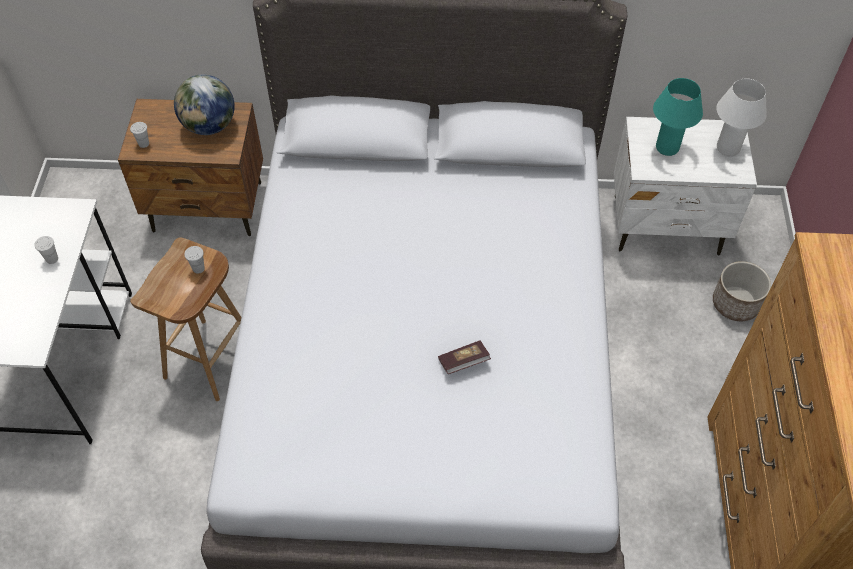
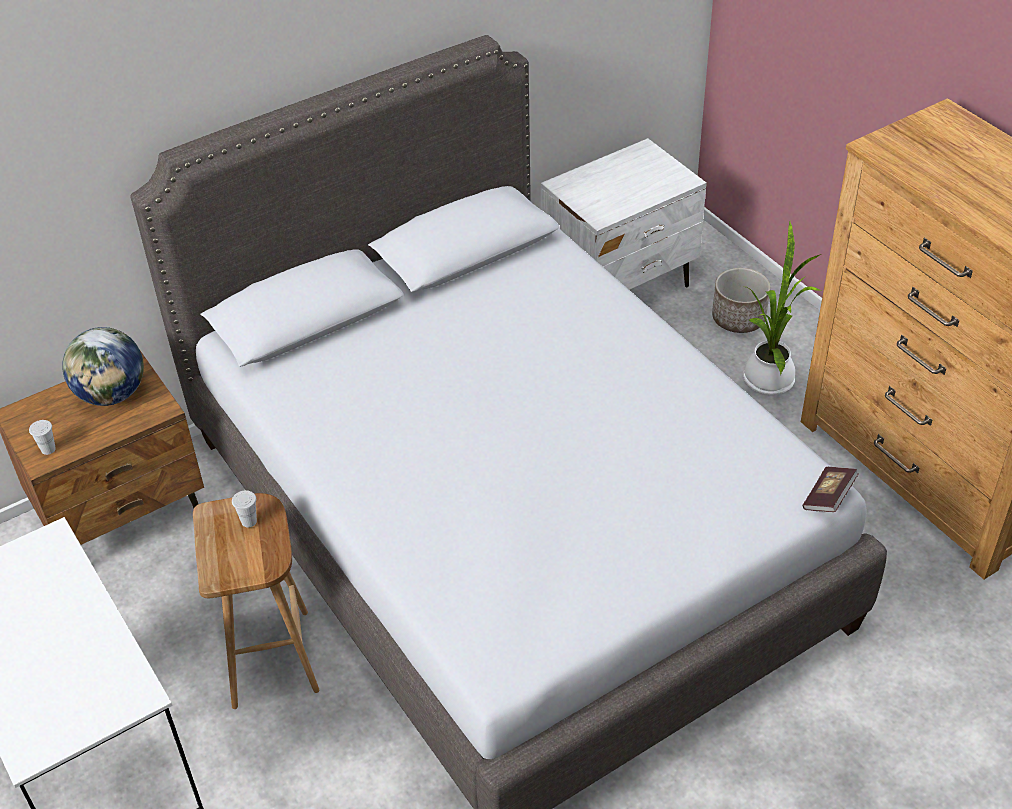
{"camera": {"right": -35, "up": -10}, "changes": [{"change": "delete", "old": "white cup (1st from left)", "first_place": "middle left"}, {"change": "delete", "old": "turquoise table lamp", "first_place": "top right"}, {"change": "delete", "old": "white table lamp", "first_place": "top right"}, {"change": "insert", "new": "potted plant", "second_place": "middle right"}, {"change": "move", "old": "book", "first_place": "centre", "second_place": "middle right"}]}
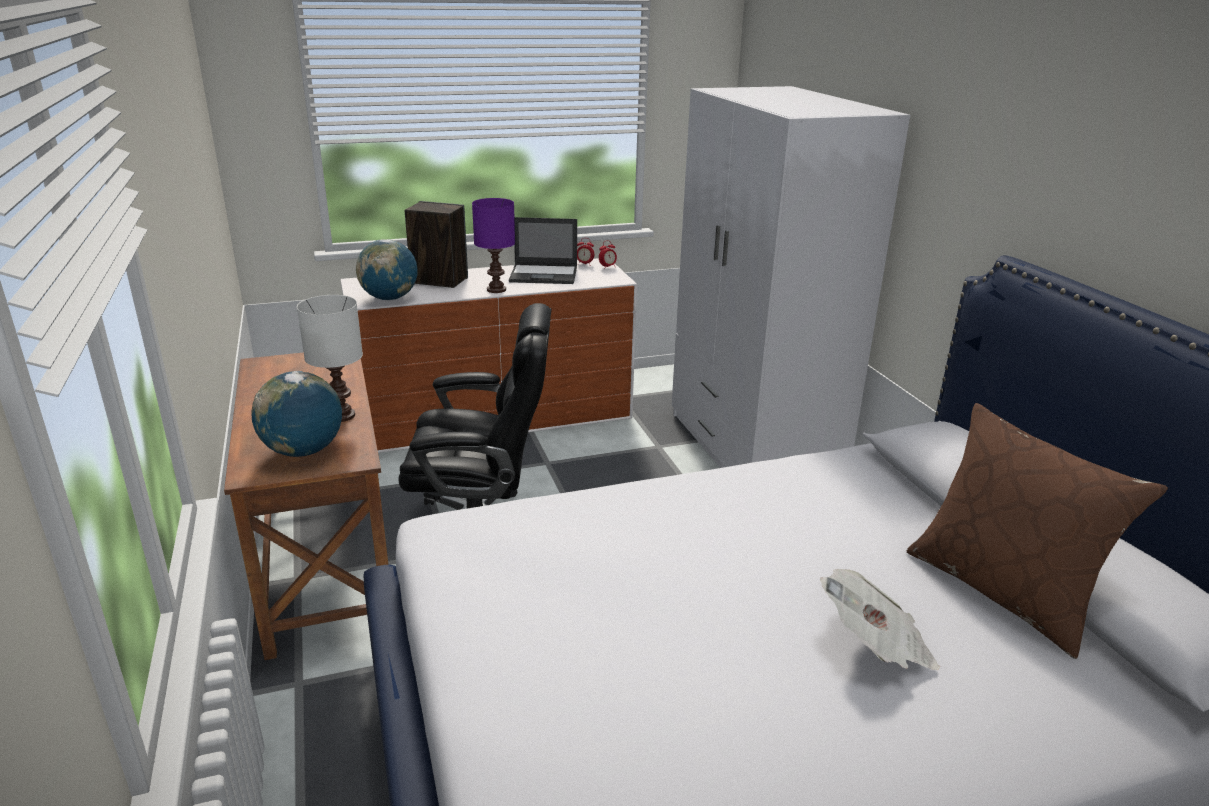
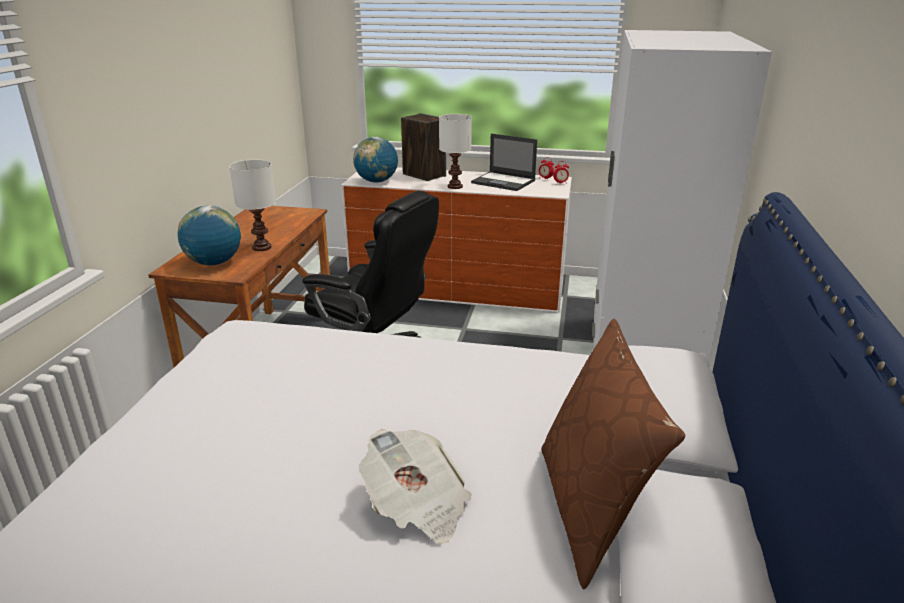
{"camera": {"right": 30, "up": 0}, "changes": [{"change": "recolor", "old": "purple table lamp", "new": "white table lamp (2nd from left)", "first_place": "top centre", "second_place": "top centre"}]}
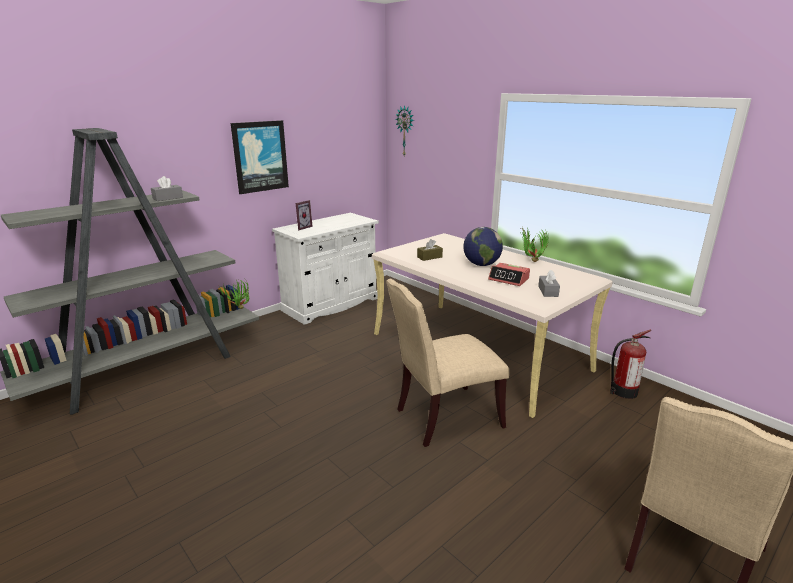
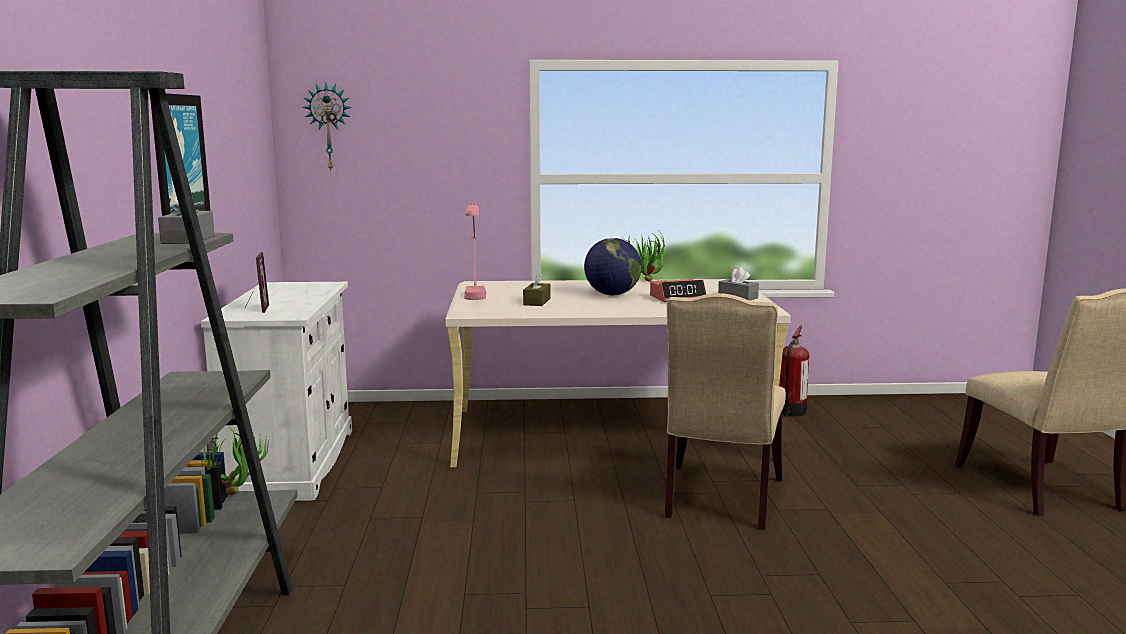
{"camera": {"right": -50, "up": -10}, "changes": [{"change": "insert", "new": "pink table lamp", "second_place": "centre"}]}
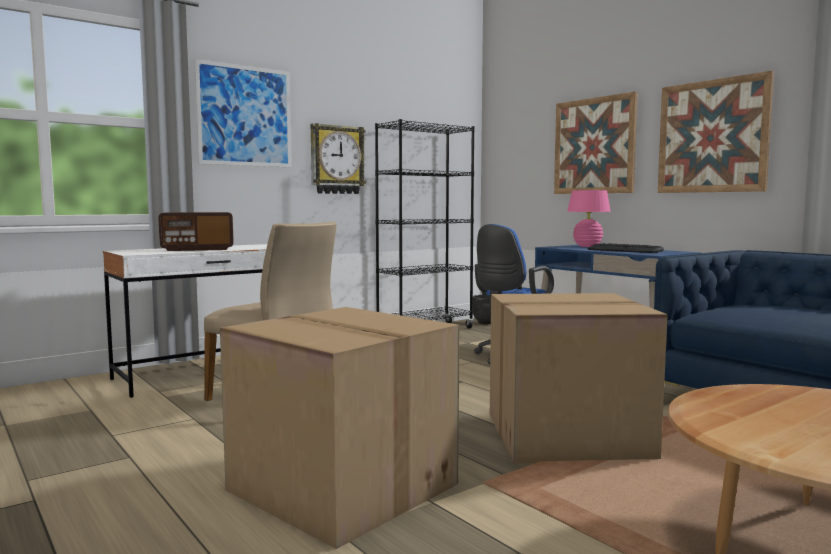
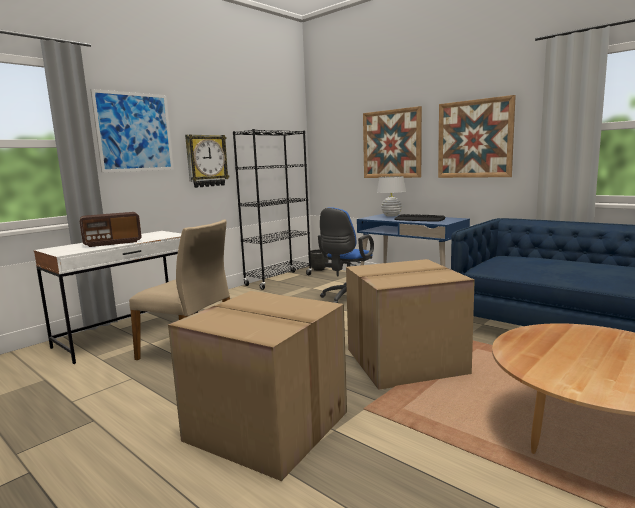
{"camera": {"right": -10, "up": 5}, "changes": [{"change": "recolor", "old": "pink table lamp", "new": "white table lamp", "first_place": "middle right", "second_place": "centre"}]}
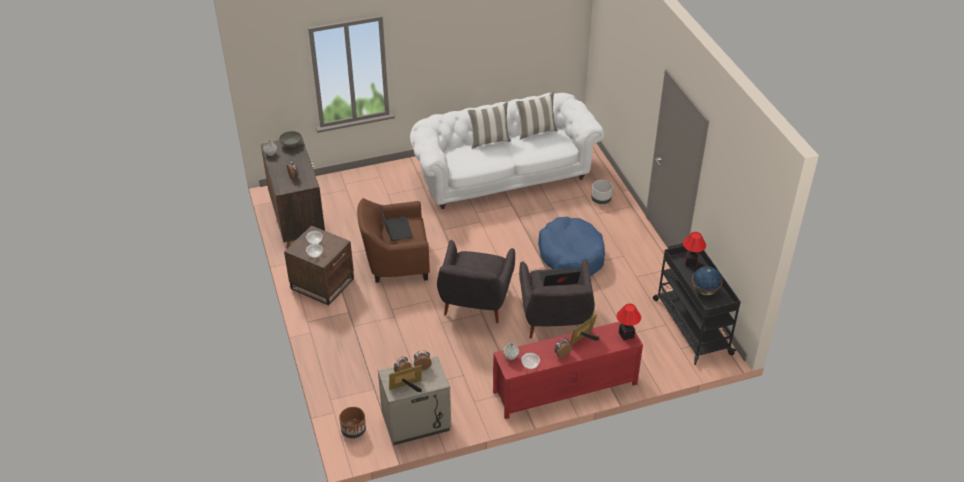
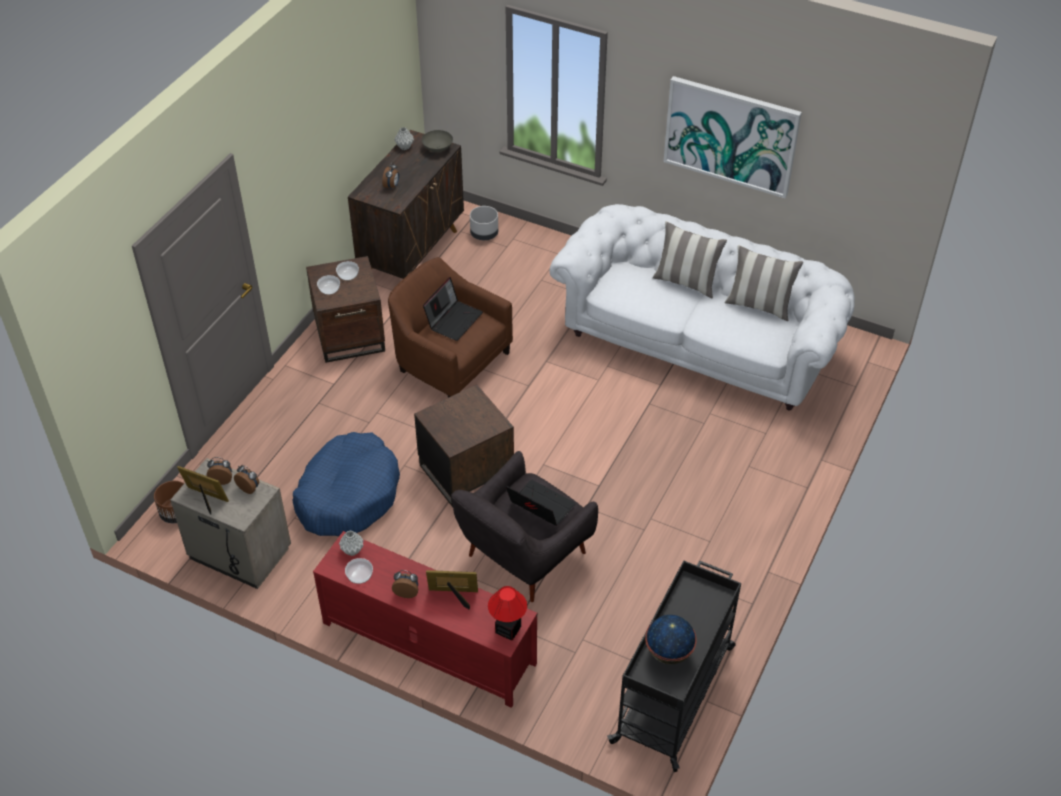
{"camera": {"right": 45, "up": 5}, "changes": [{"change": "delete", "old": "table lamp (2nd from left)", "first_place": "middle right"}, {"change": "insert", "new": "picture", "second_place": "top right"}, {"change": "move", "old": "blue dog bed", "first_place": "centre", "second_place": "middle left"}, {"change": "move", "old": "grey planter", "first_place": "centre", "second_place": "top centre"}, {"change": "replace", "old": "grey armchair (1st from left)", "new": "brown side table (2nd from left)", "first_place": "centre", "second_place": "centre"}]}
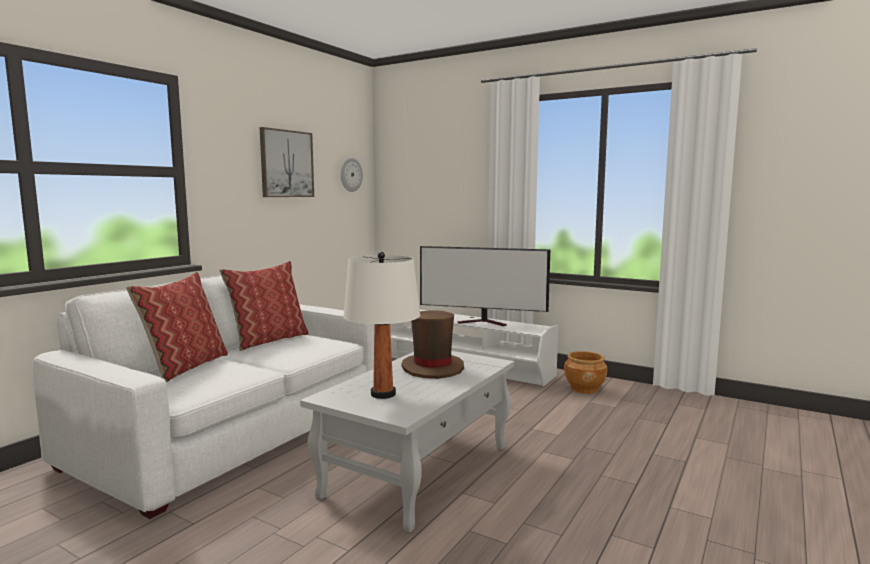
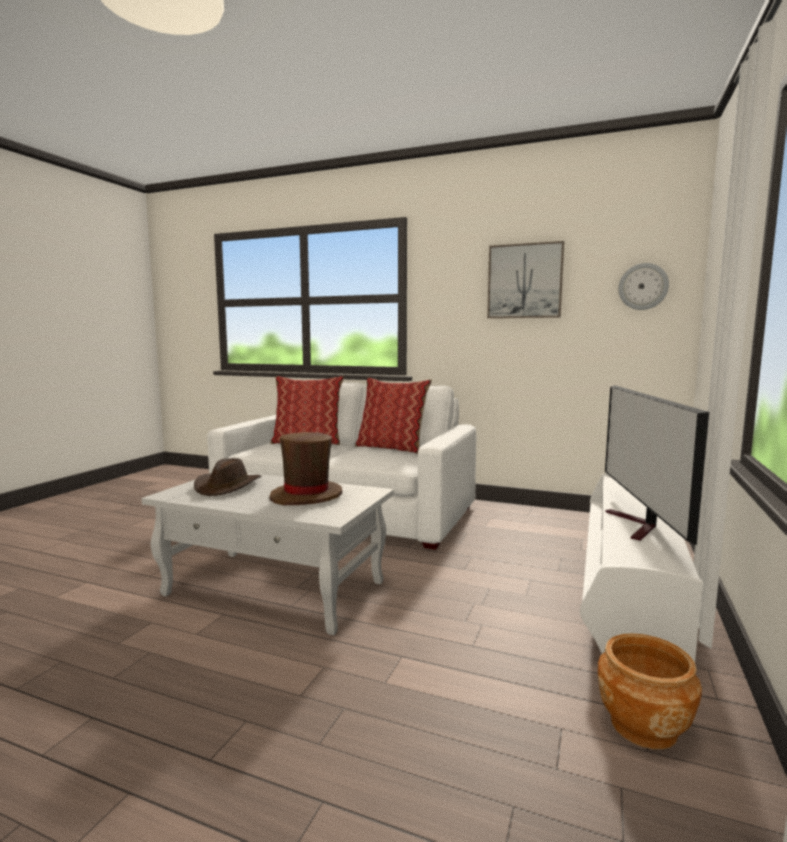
{"camera": {"right": 80, "up": 0}, "changes": [{"change": "replace", "old": "white table lamp", "new": "brown hat (1st from left)", "first_place": "centre", "second_place": "middle left"}]}
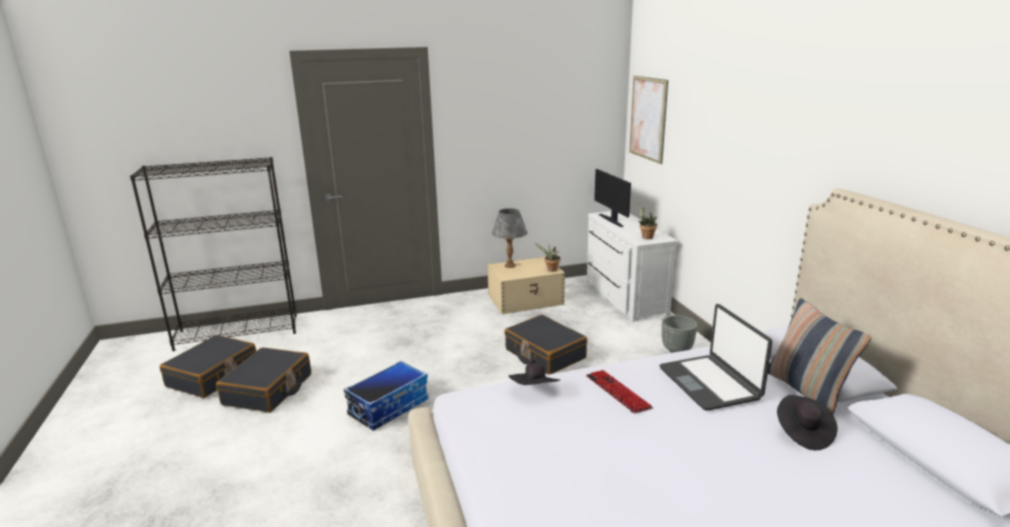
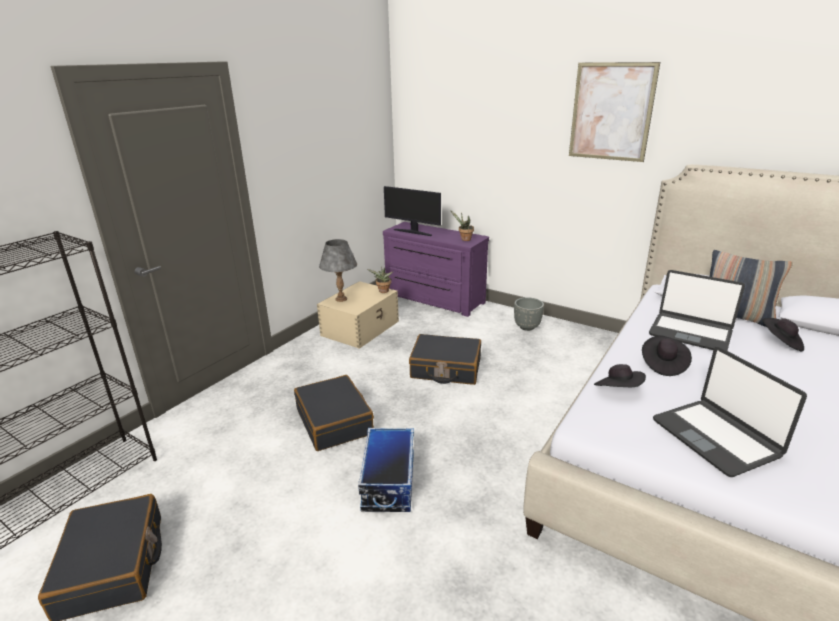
{"camera": {"right": -40, "up": 5}, "changes": [{"change": "insert", "new": "laptop (2nd from left)", "second_place": "middle right"}, {"change": "move", "old": "black suitcase (2nd from left)", "first_place": "bottom left", "second_place": "centre"}, {"change": "move", "old": "picture", "first_place": "top centre", "second_place": "top right"}, {"change": "replace", "old": "keyboard", "new": "black hat (2nd from left)", "first_place": "bottom centre", "second_place": "middle right"}, {"change": "recolor", "old": "white dresser", "new": "purple dresser", "first_place": "centre", "second_place": "centre"}]}
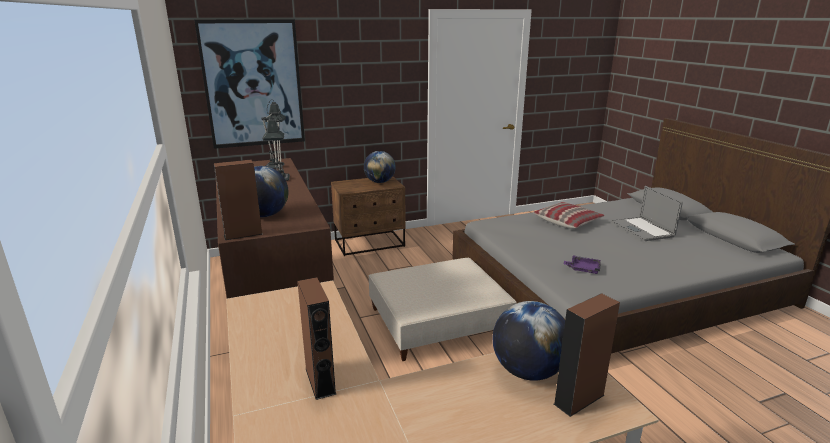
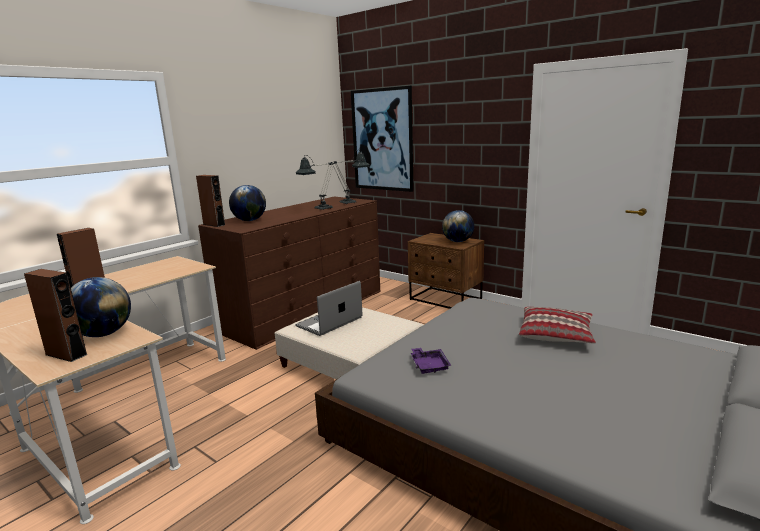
{"camera": {"right": 60, "up": -5}, "changes": [{"change": "move", "old": "laptop", "first_place": "middle right", "second_place": "centre"}]}
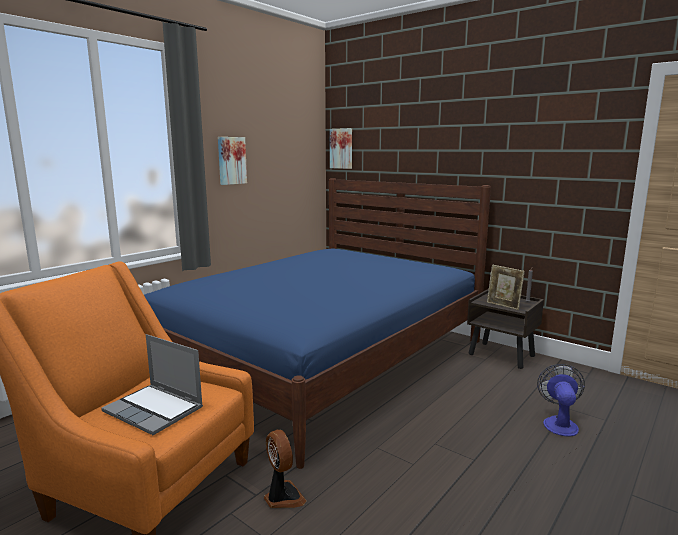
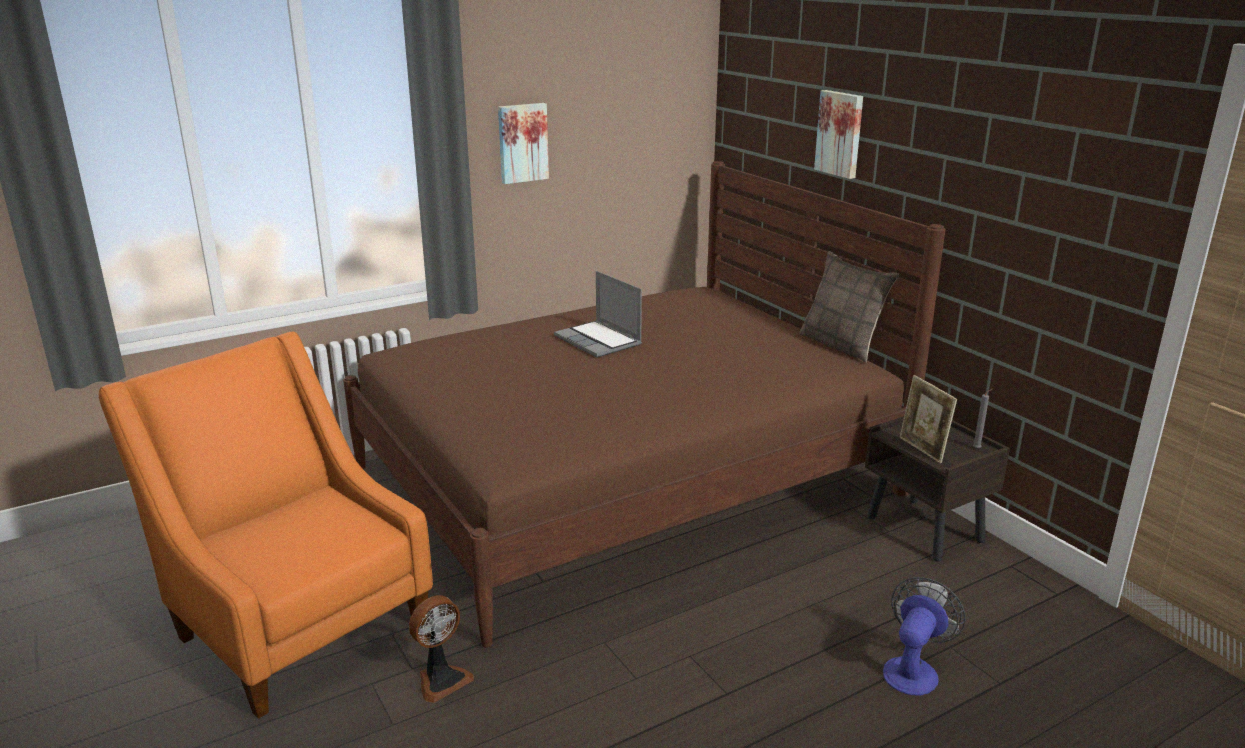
{"camera": {"right": 20, "up": 10}, "changes": [{"change": "insert", "new": "pillow", "second_place": "middle right"}, {"change": "move", "old": "laptop", "first_place": "bottom left", "second_place": "centre"}, {"change": "move", "old": "picture (2nd from left)", "first_place": "top centre", "second_place": "top right"}, {"change": "recolor", "old": "blue bed", "new": "brown bed", "first_place": "centre", "second_place": "centre"}, {"change": "rotate", "old": "fan (1st from left)", "first_place": "bottom centre", "second_place": "bottom centre", "degrees": 60}]}
